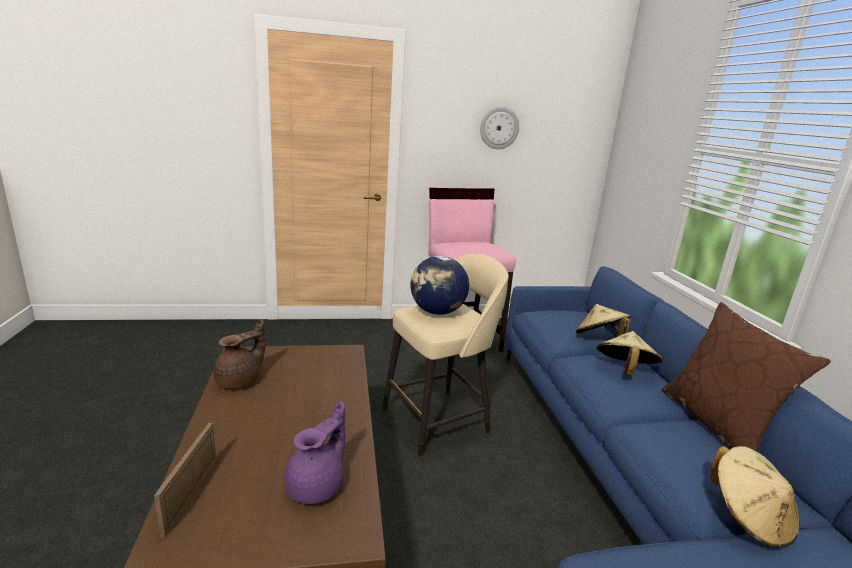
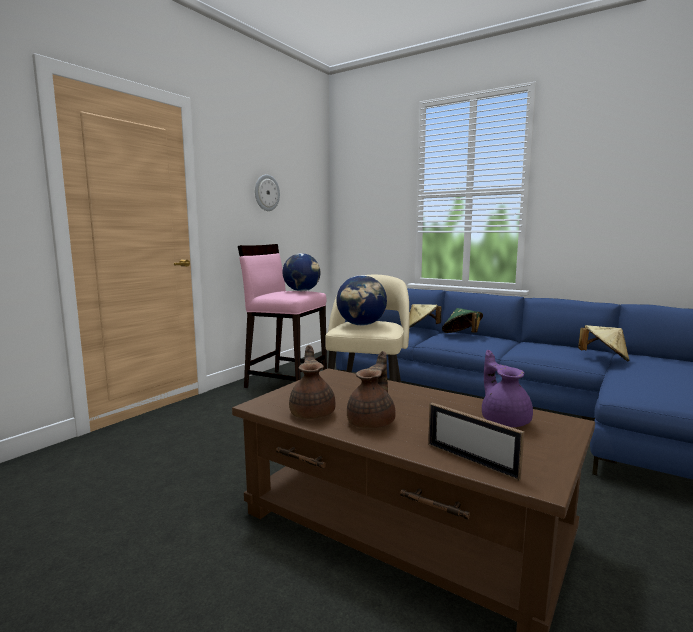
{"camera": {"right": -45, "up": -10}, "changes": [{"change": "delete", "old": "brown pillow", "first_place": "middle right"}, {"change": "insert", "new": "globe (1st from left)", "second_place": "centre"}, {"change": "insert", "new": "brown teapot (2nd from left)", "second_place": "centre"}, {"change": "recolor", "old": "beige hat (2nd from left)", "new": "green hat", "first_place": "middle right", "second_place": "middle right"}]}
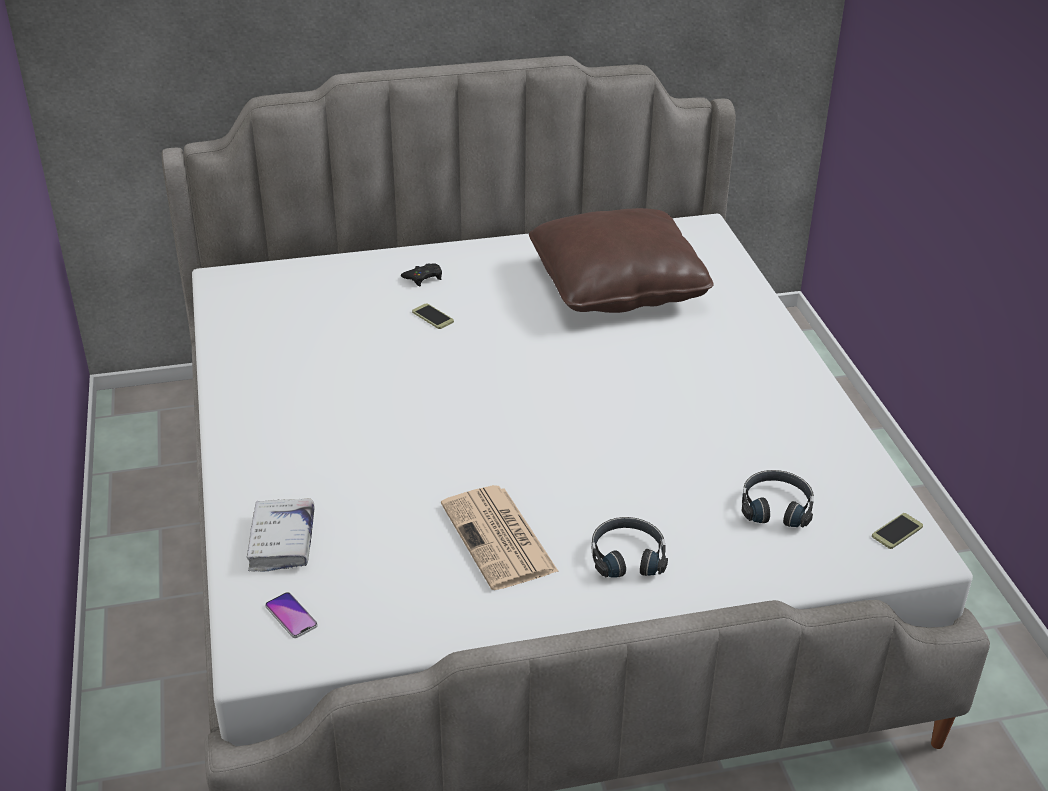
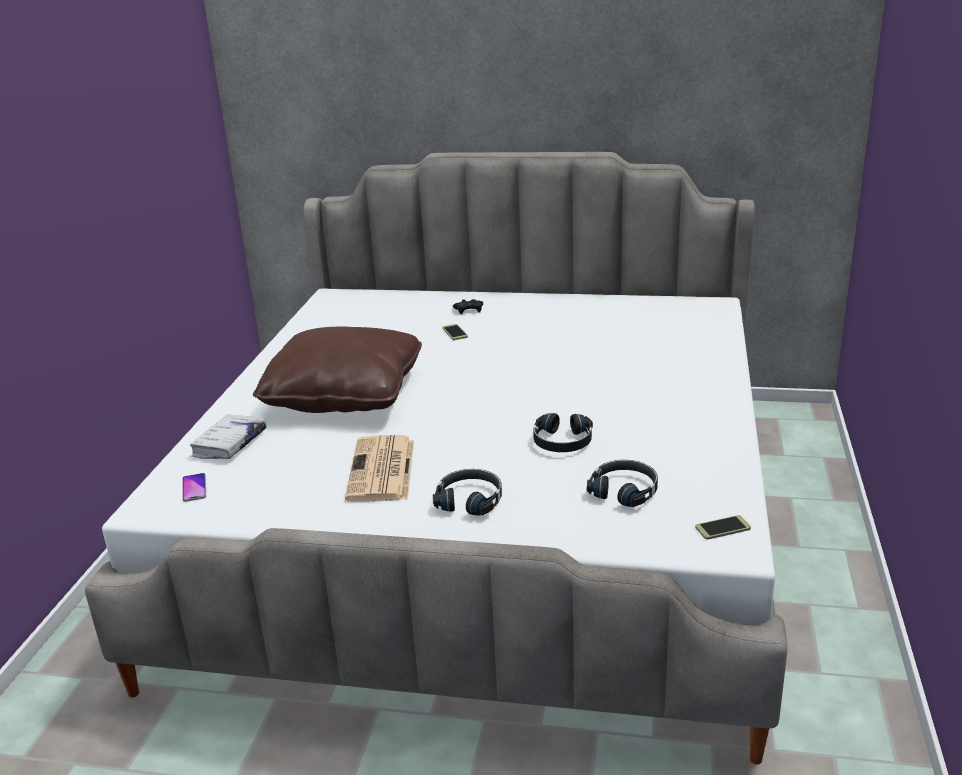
{"camera": {"right": 25, "up": -10}, "changes": [{"change": "insert", "new": "black headphones (2nd from left)", "second_place": "centre"}, {"change": "move", "old": "brown pillow", "first_place": "top centre", "second_place": "centre"}]}
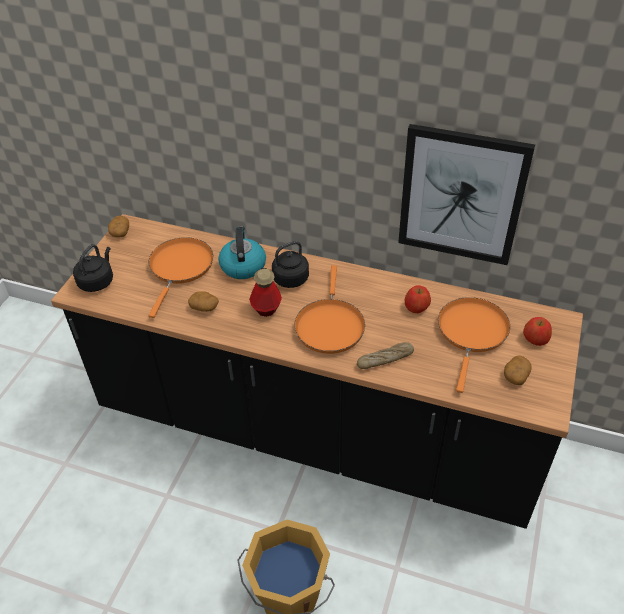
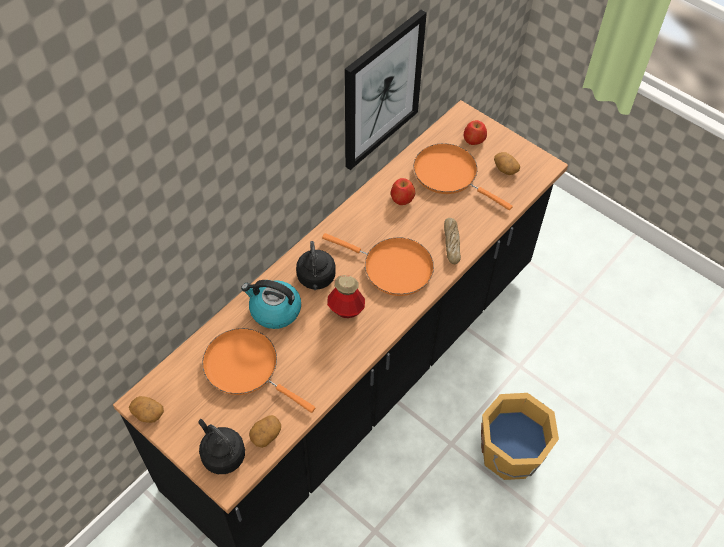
{"camera": {"right": -70, "up": 10}, "changes": [{"change": "move", "old": "potato (2nd from left)", "first_place": "middle left", "second_place": "bottom centre"}]}
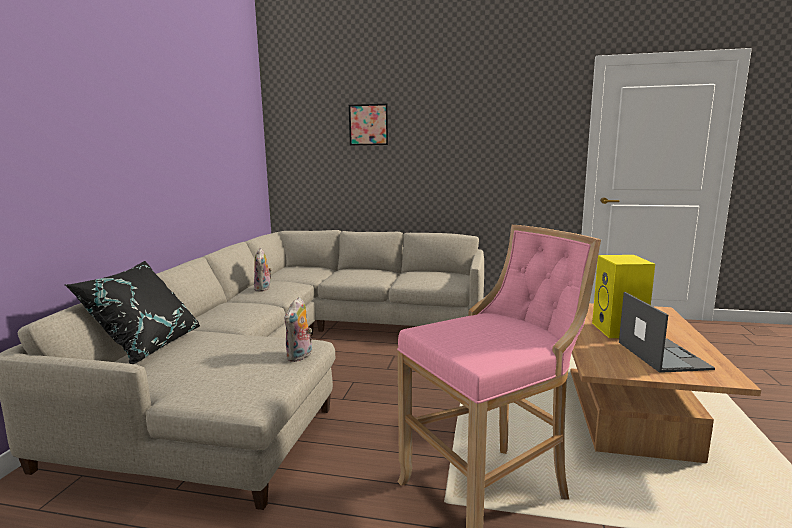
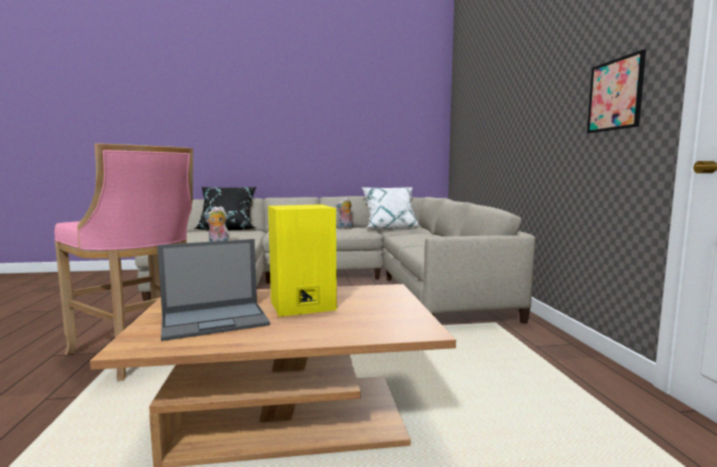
{"camera": {"right": 70, "up": -5}, "changes": [{"change": "insert", "new": "white pillow", "second_place": "centre"}, {"change": "move", "old": "picture", "first_place": "top centre", "second_place": "top right"}]}
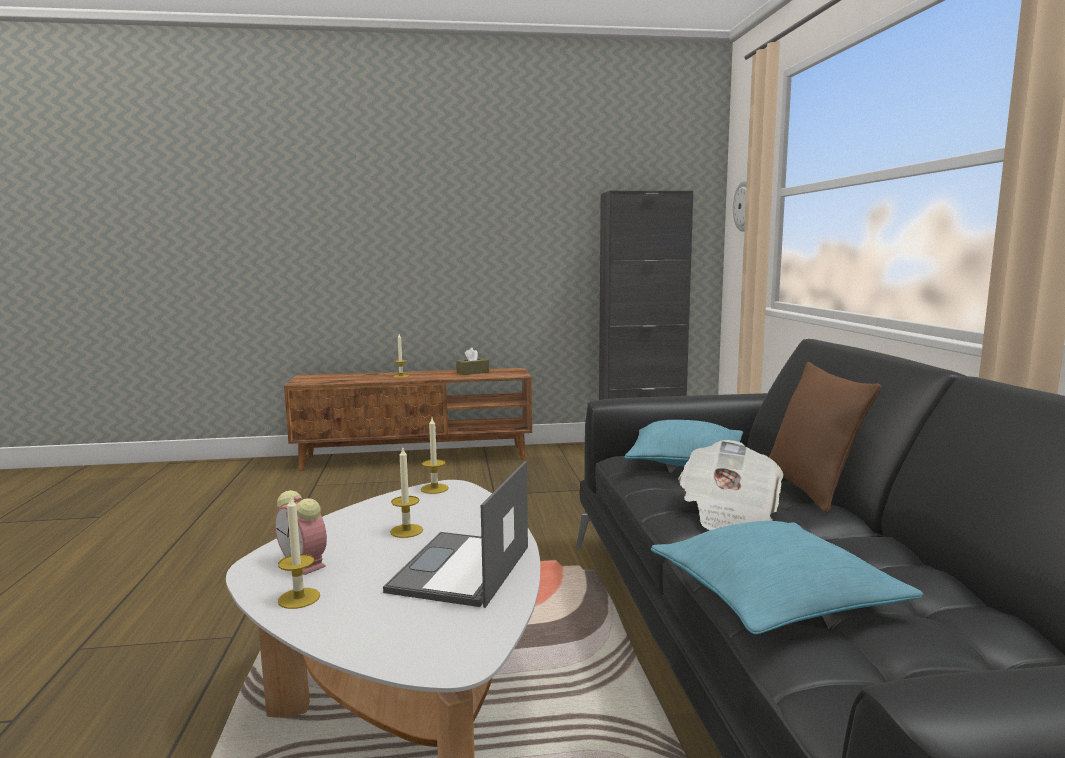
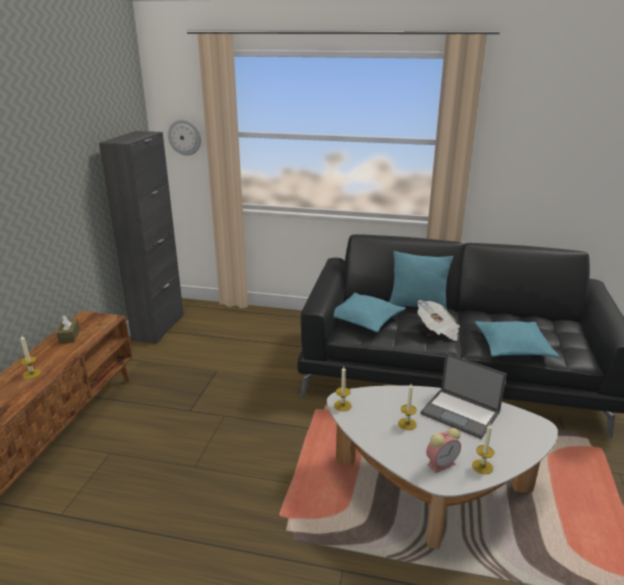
{"camera": {"right": -70, "up": 15}, "changes": [{"change": "recolor", "old": "brown pillow", "new": "turquoise pillow (2nd from left)", "first_place": "middle right", "second_place": "middle right"}]}
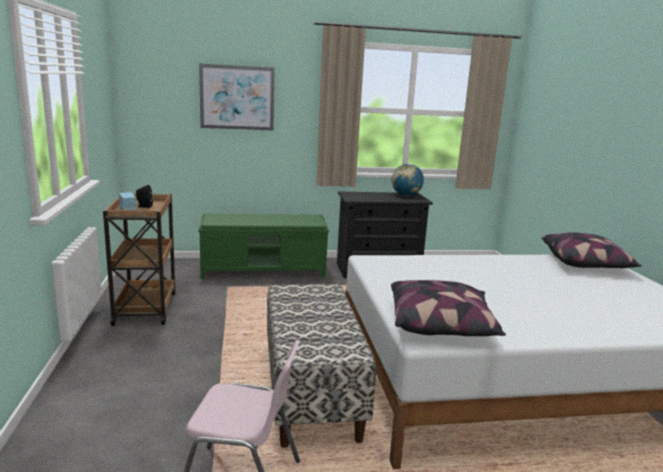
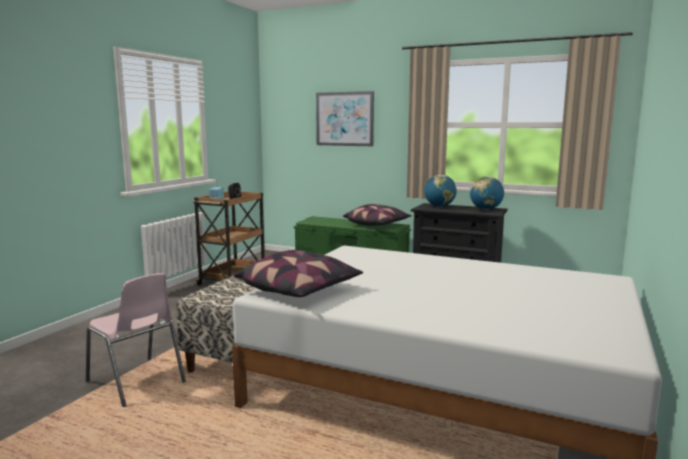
{"camera": {"right": 35, "up": -5}, "changes": [{"change": "insert", "new": "globe (1st from left)", "second_place": "centre"}, {"change": "move", "old": "pillow (2nd from left)", "first_place": "middle right", "second_place": "centre"}]}
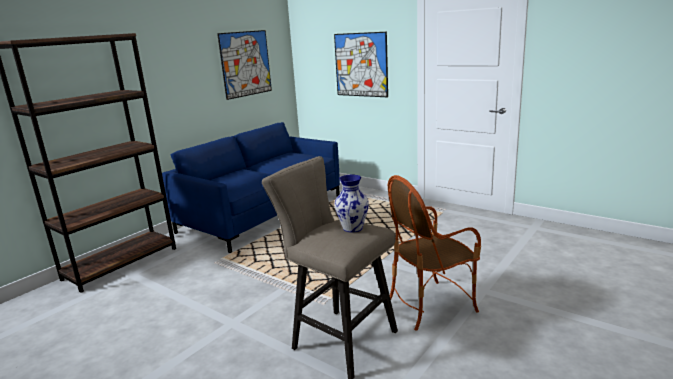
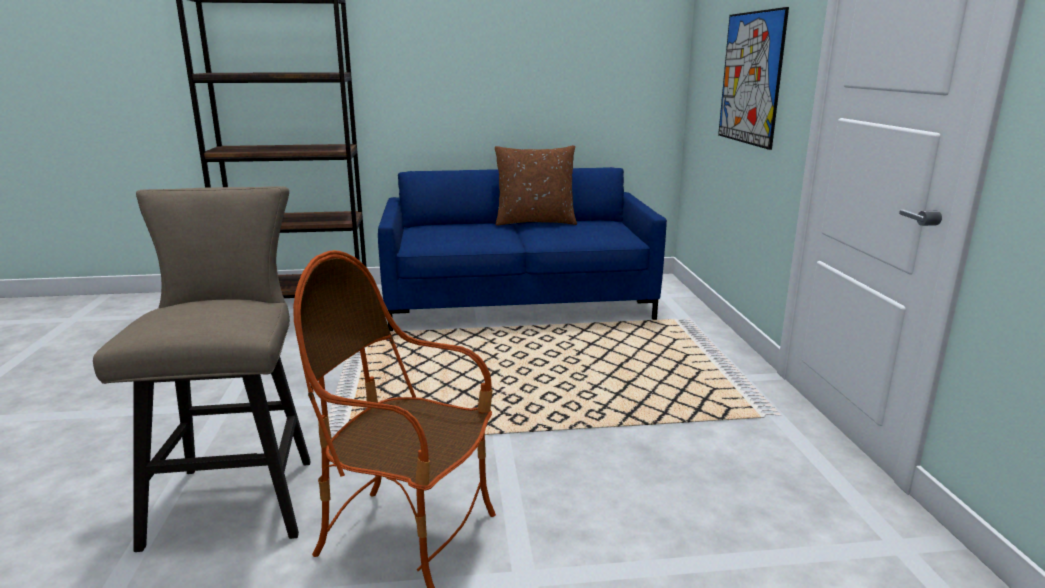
{"camera": {"right": 45, "up": 0}, "changes": [{"change": "delete", "old": "picture (1st from left)", "first_place": "top centre"}, {"change": "delete", "old": "vase", "first_place": "centre"}, {"change": "insert", "new": "brown pillow", "second_place": "top centre"}]}
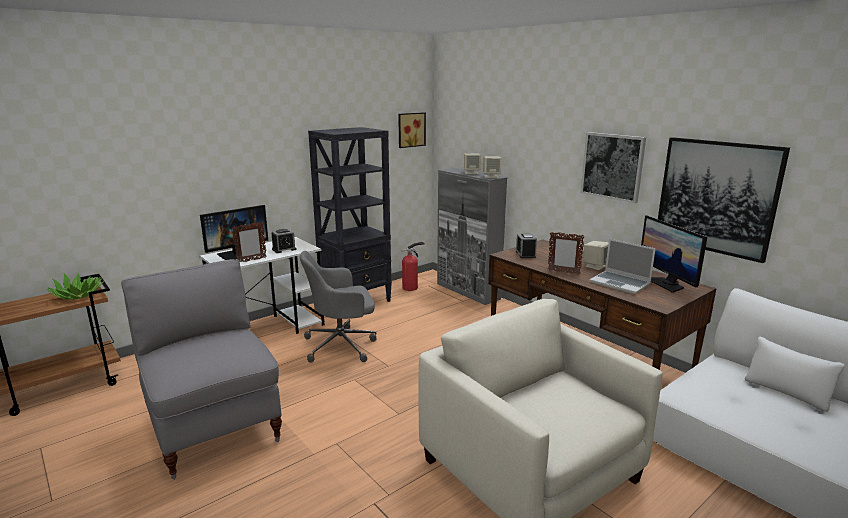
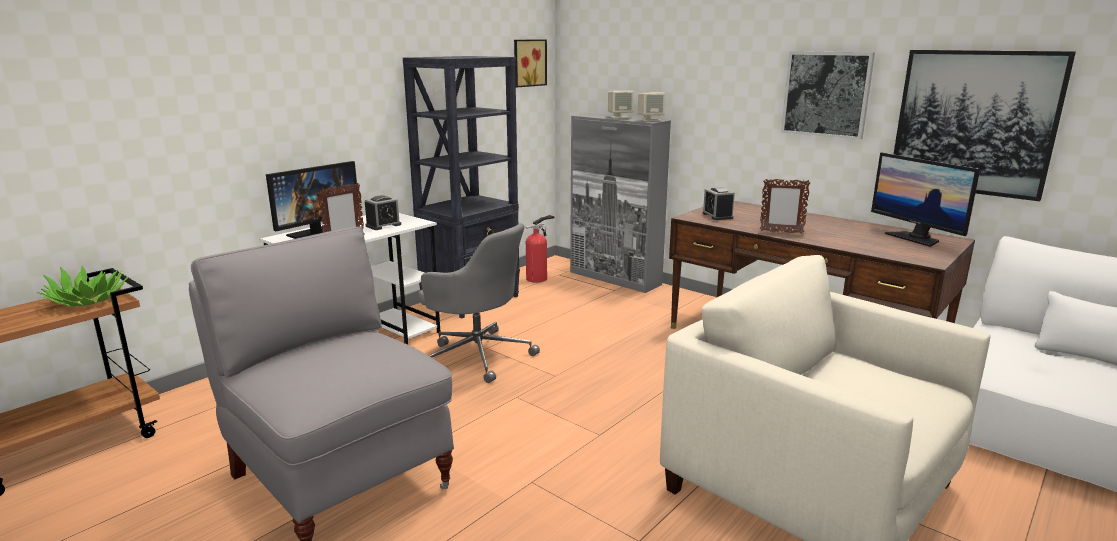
{"camera": {"right": -10, "up": 0}, "changes": [{"change": "delete", "old": "beige speaker (3rd from left)", "first_place": "middle right"}, {"change": "delete", "old": "laptop", "first_place": "middle right"}, {"change": "rotate", "old": "grey office chair", "first_place": "centre", "second_place": "centre", "degrees": -120}]}
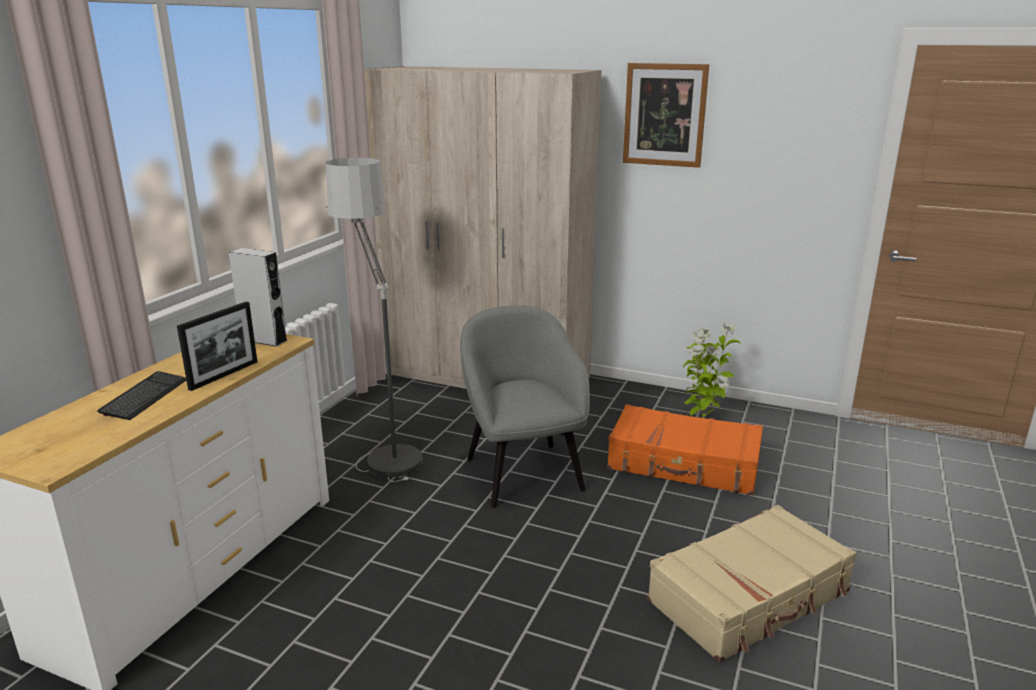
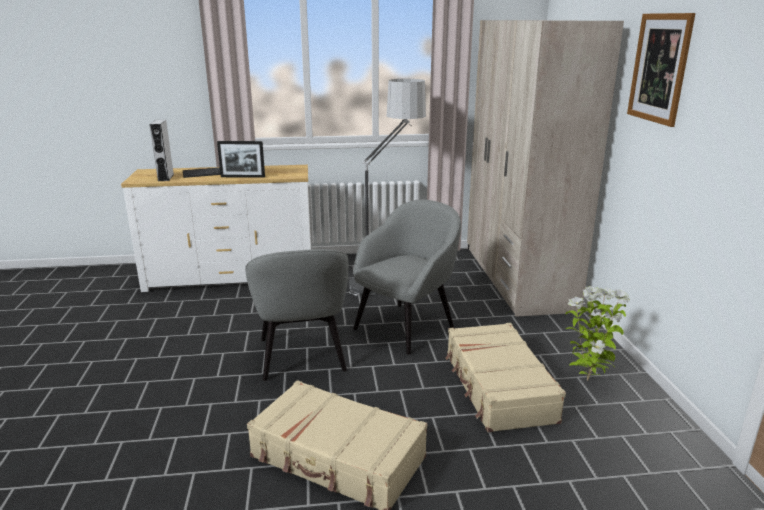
{"camera": {"right": 60, "up": 0}, "changes": [{"change": "insert", "new": "grey armchair (1st from left)", "second_place": "centre"}, {"change": "move", "old": "grey speaker", "first_place": "middle left", "second_place": "top left"}, {"change": "recolor", "old": "orange suitcase", "new": "beige suitcase (2nd from left)", "first_place": "centre", "second_place": "bottom centre"}]}
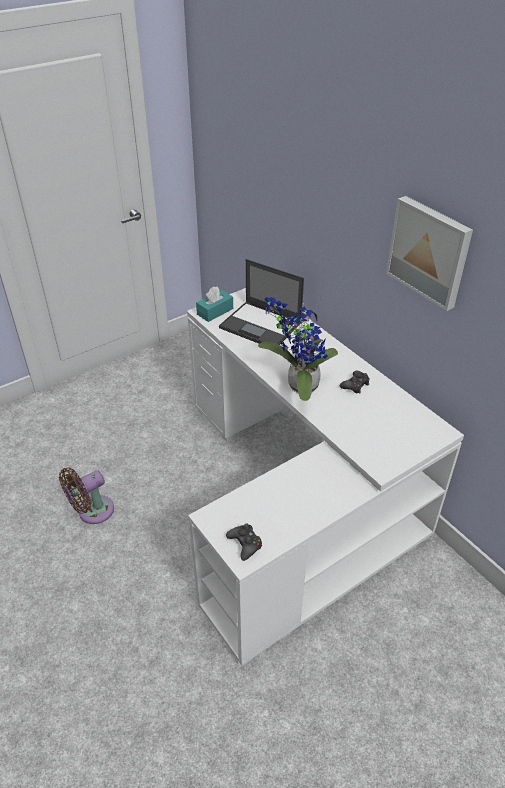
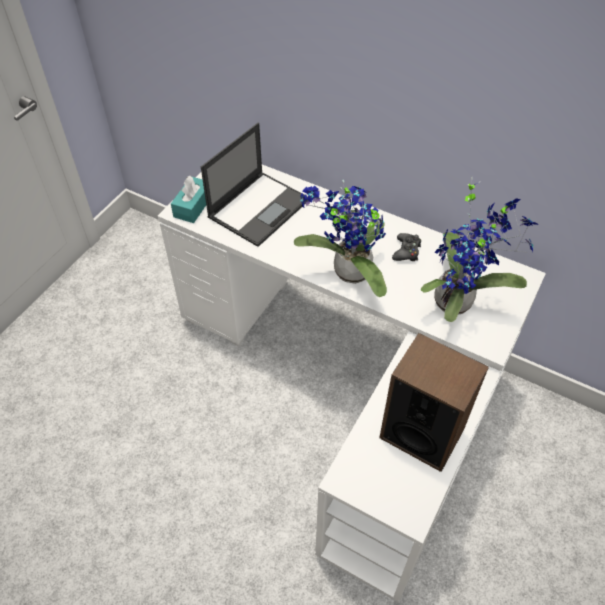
{"camera": {"right": -25, "up": 10}, "changes": [{"change": "delete", "old": "brown fan", "first_place": "middle left"}, {"change": "delete", "old": "black game controller (1st from left)", "first_place": "bottom centre"}, {"change": "delete", "old": "picture", "first_place": "top right"}, {"change": "insert", "new": "speaker", "second_place": "middle right"}, {"change": "insert", "new": "potted plant (2nd from left)", "second_place": "middle right"}, {"change": "rotate", "old": "laptop", "first_place": "centre", "second_place": "top centre", "degrees": -60}]}
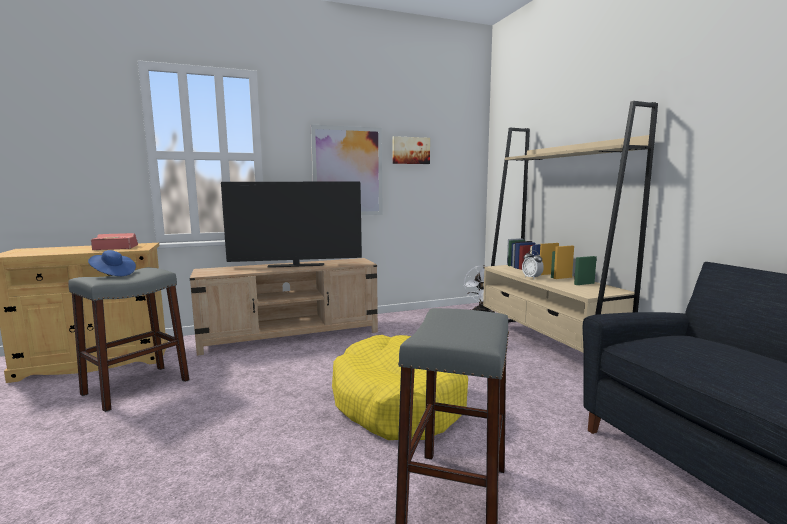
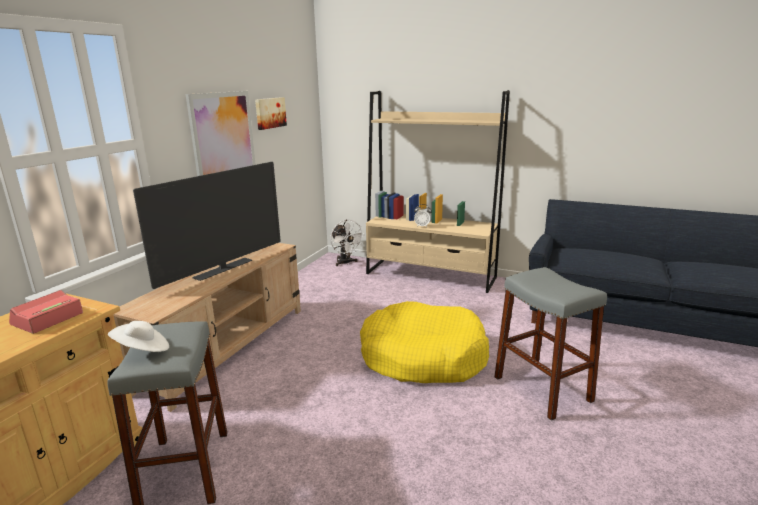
{"camera": {"right": -45, "up": 10}, "changes": [{"change": "recolor", "old": "blue hat", "new": "white hat", "first_place": "middle left", "second_place": "middle left"}]}
